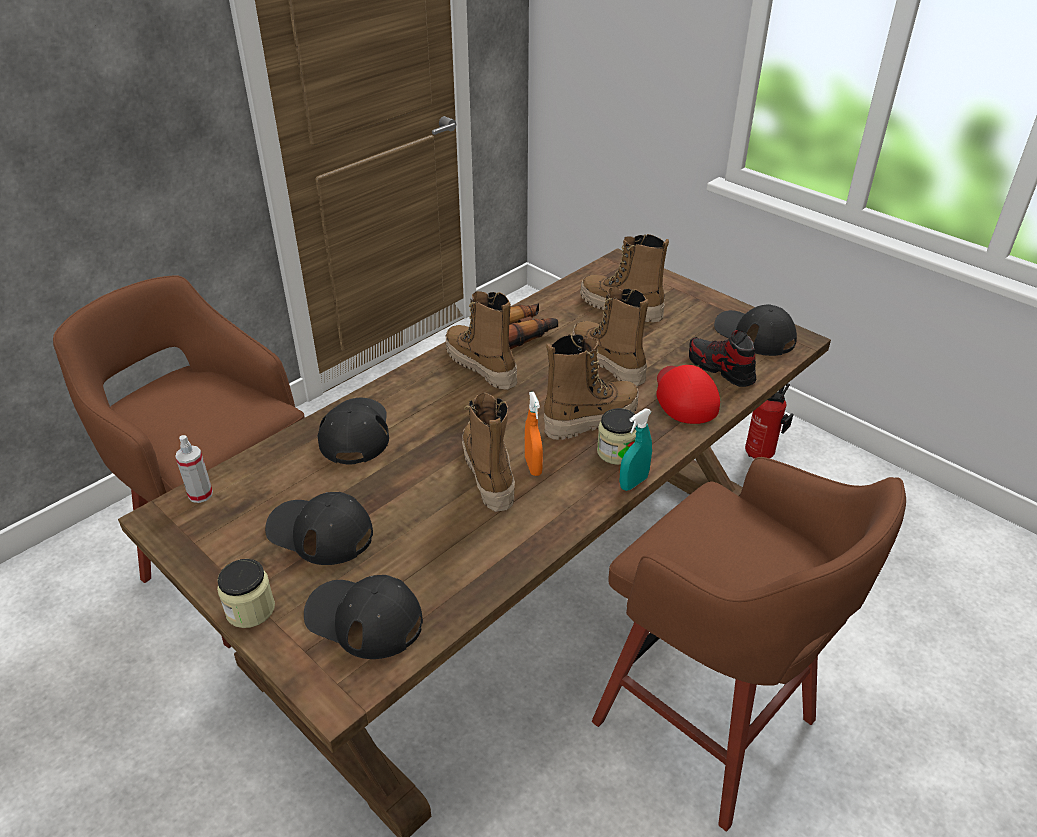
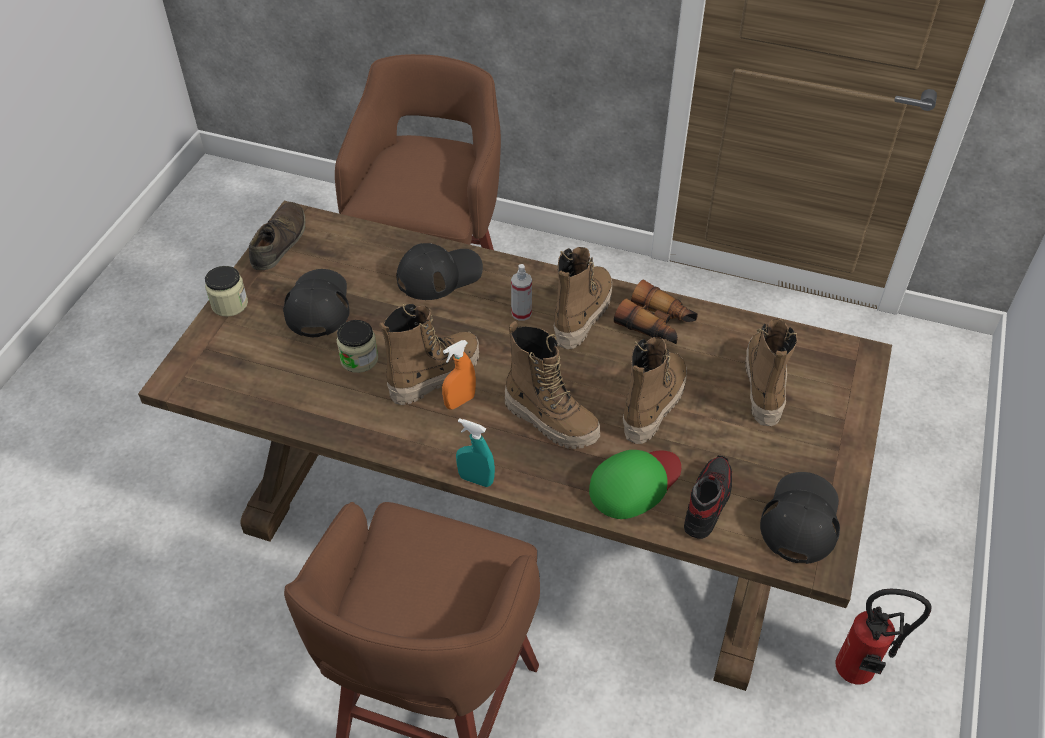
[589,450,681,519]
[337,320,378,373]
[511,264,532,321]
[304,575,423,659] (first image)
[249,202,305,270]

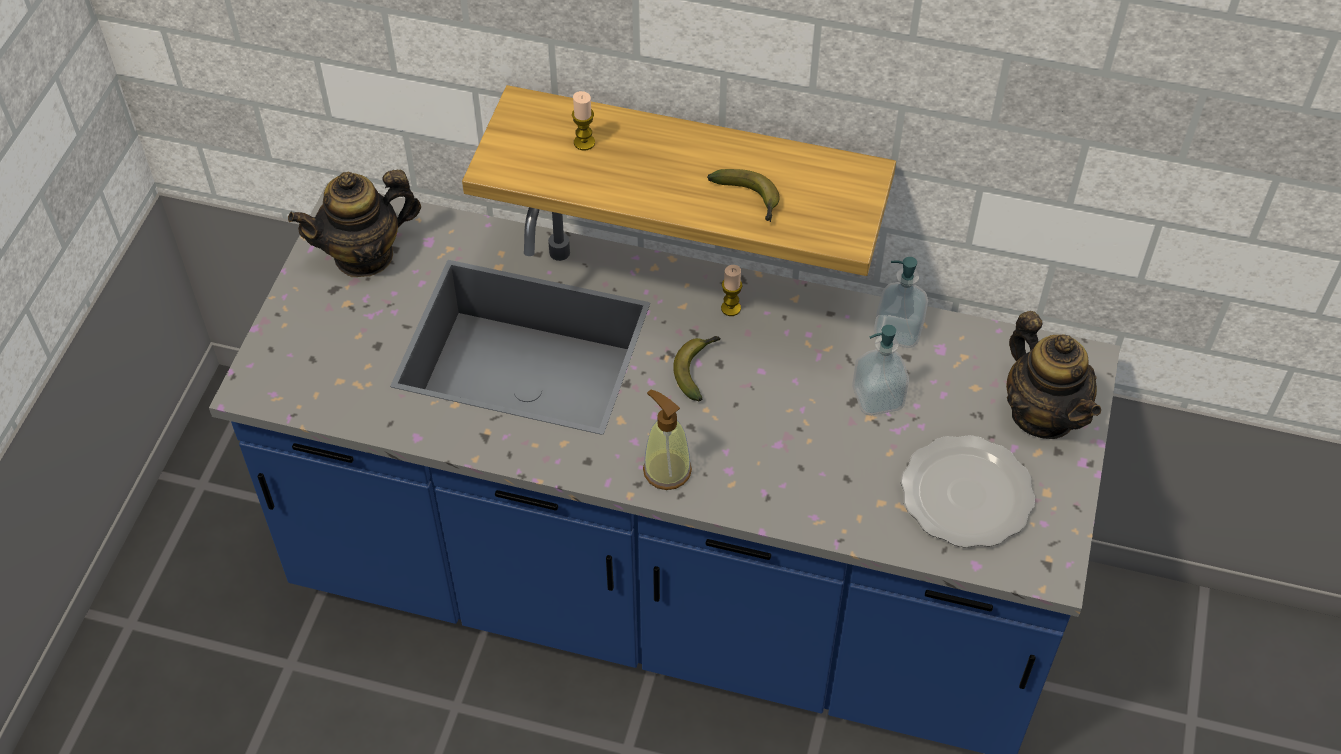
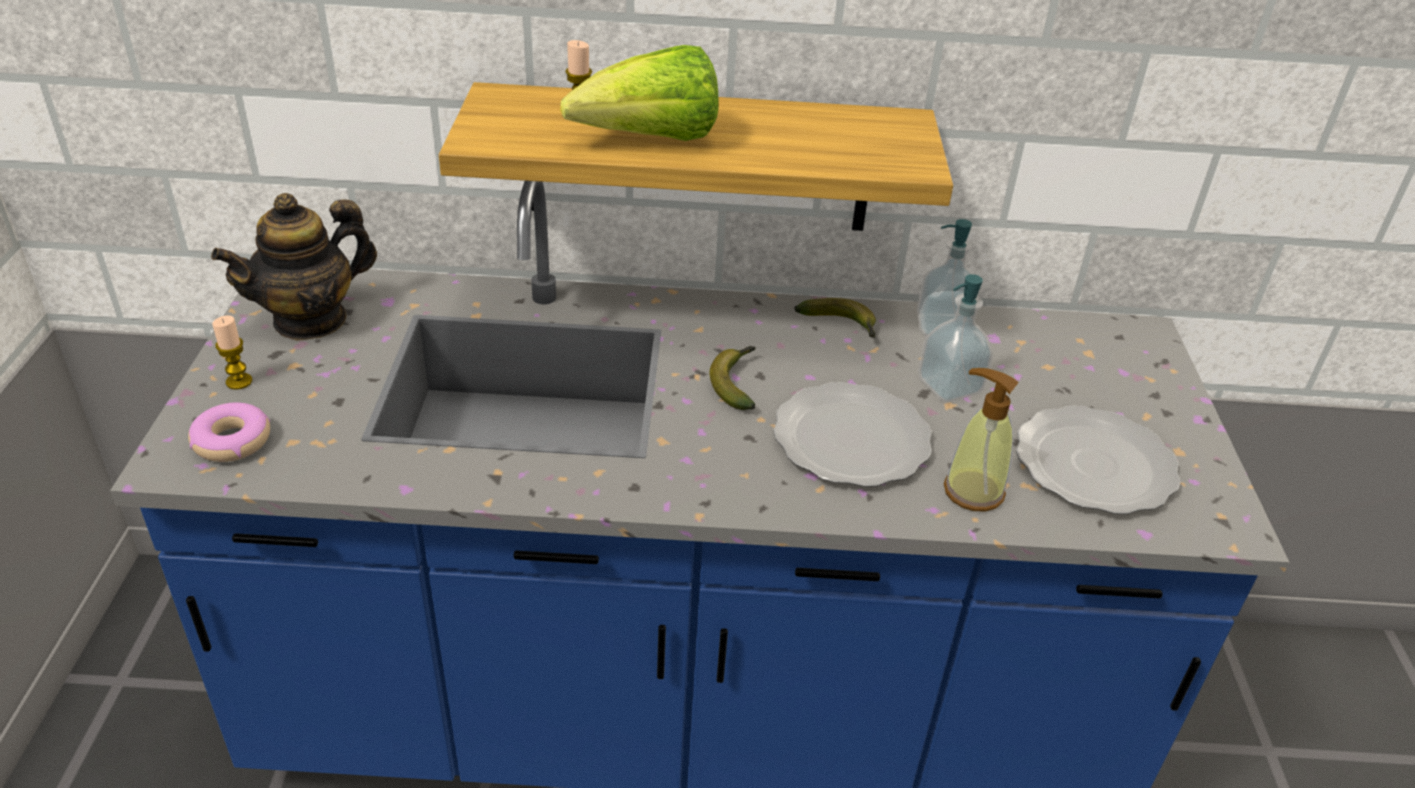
[795,298,876,338]
[212,315,252,390]
[1006,311,1101,439] (first image)
[944,368,1019,512]
[560,45,719,141]
[773,382,932,487]
[188,403,270,462]

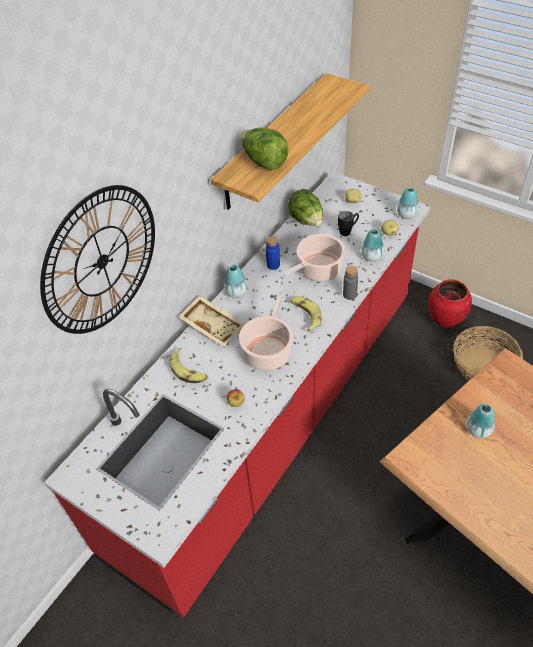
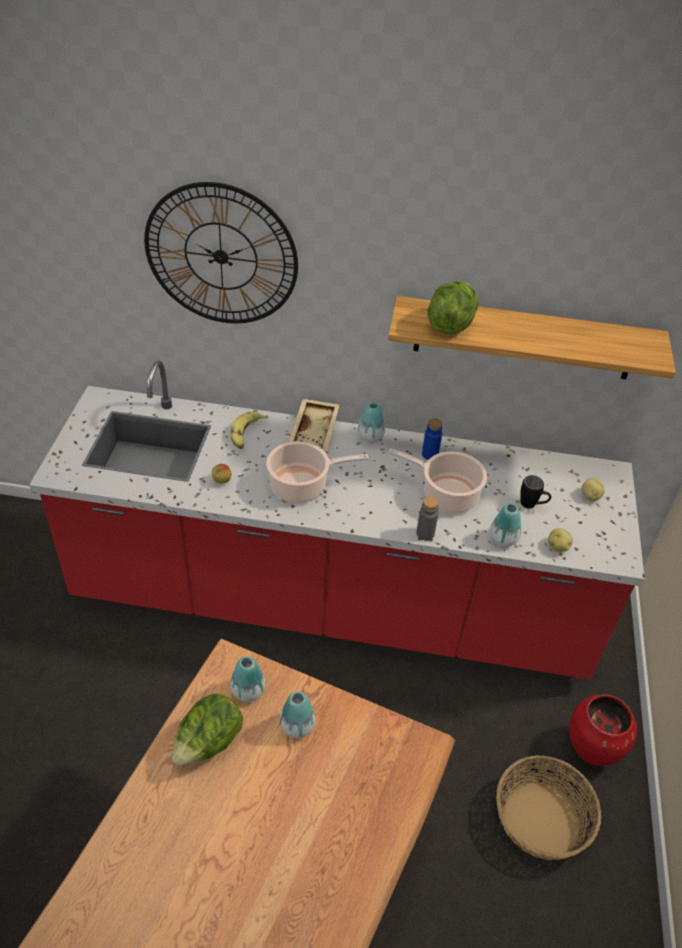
[230,656,265,702]
[172,694,243,766]
[290,297,322,332] (first image)

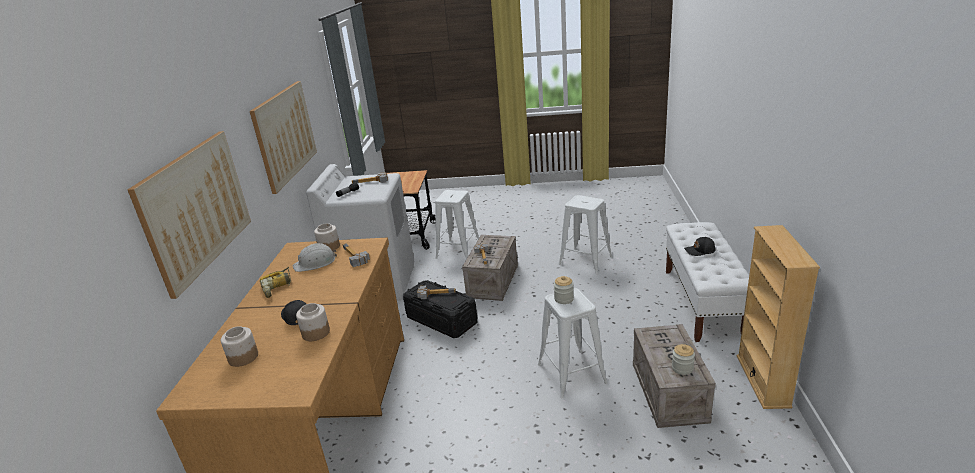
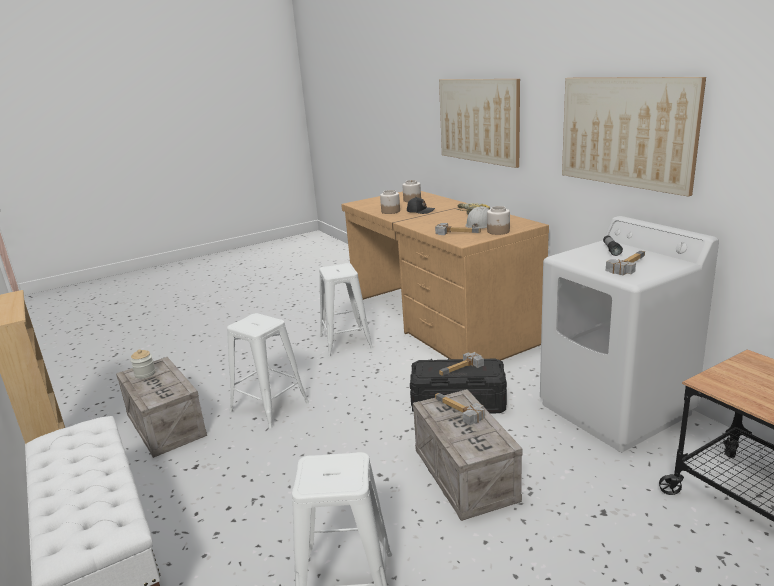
[319,263,373,357]
[684,237,715,256] (first image)
[554,276,574,304] (first image)

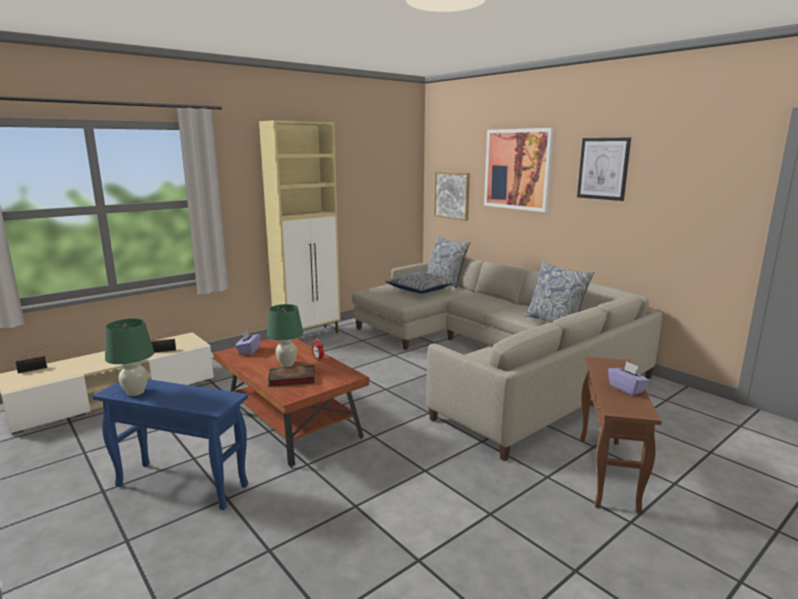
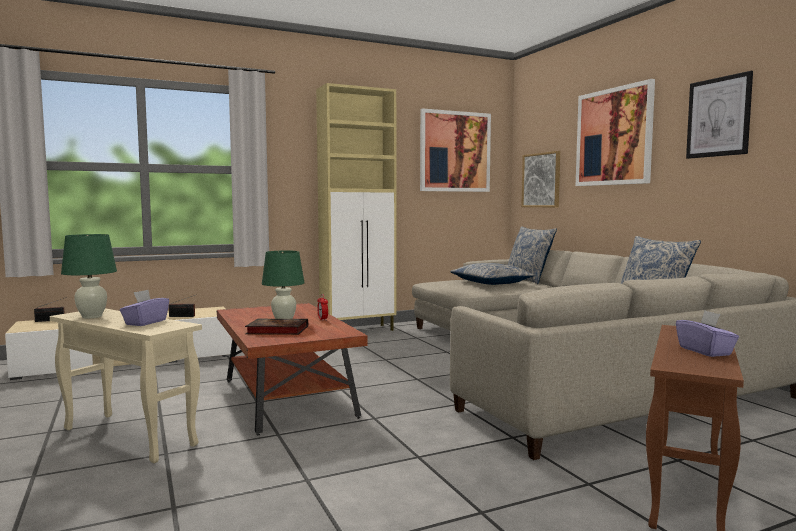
[120,290,169,326]
[50,308,202,463]
[420,108,491,192]

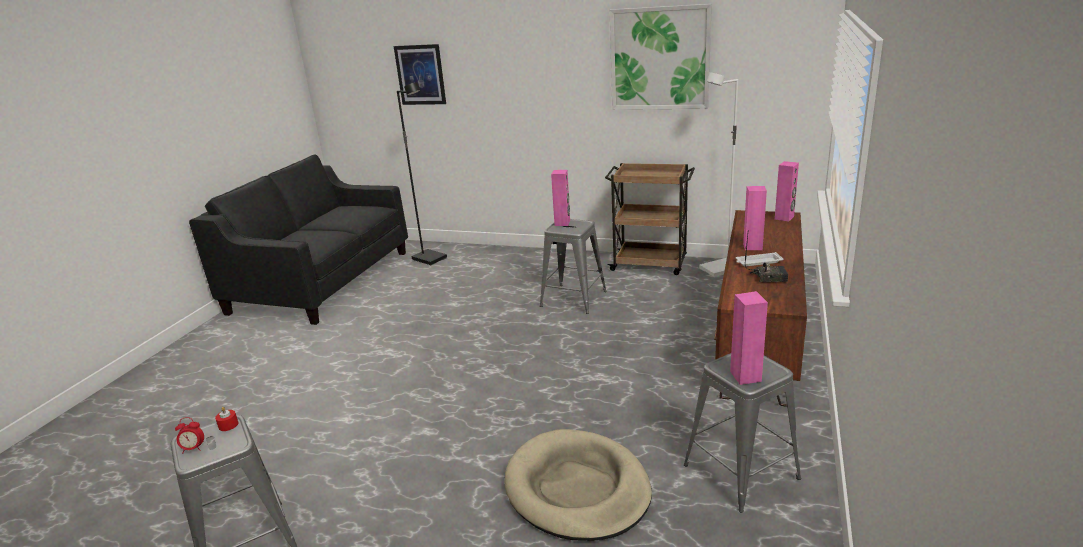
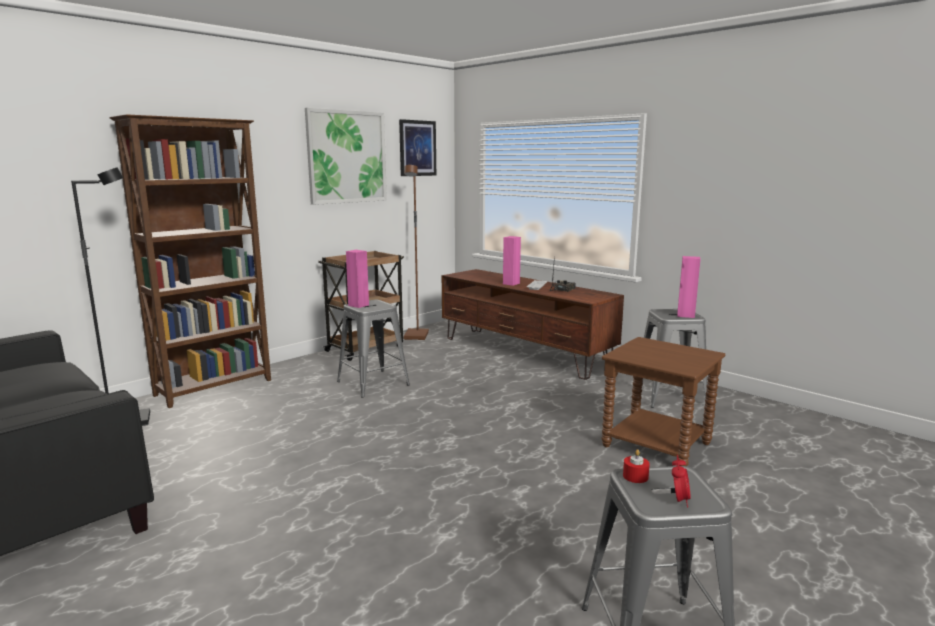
[399,119,436,176]
[404,165,429,340]
[775,161,799,222] (first image)
[602,337,725,466]
[109,114,271,408]

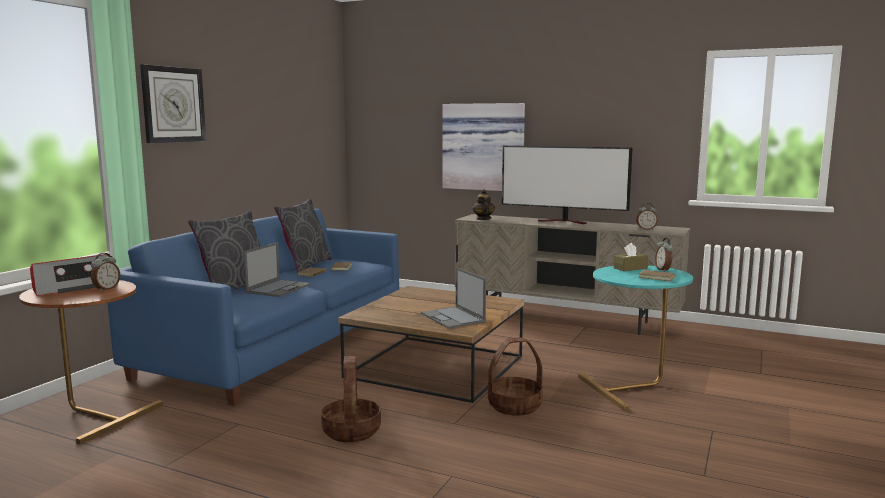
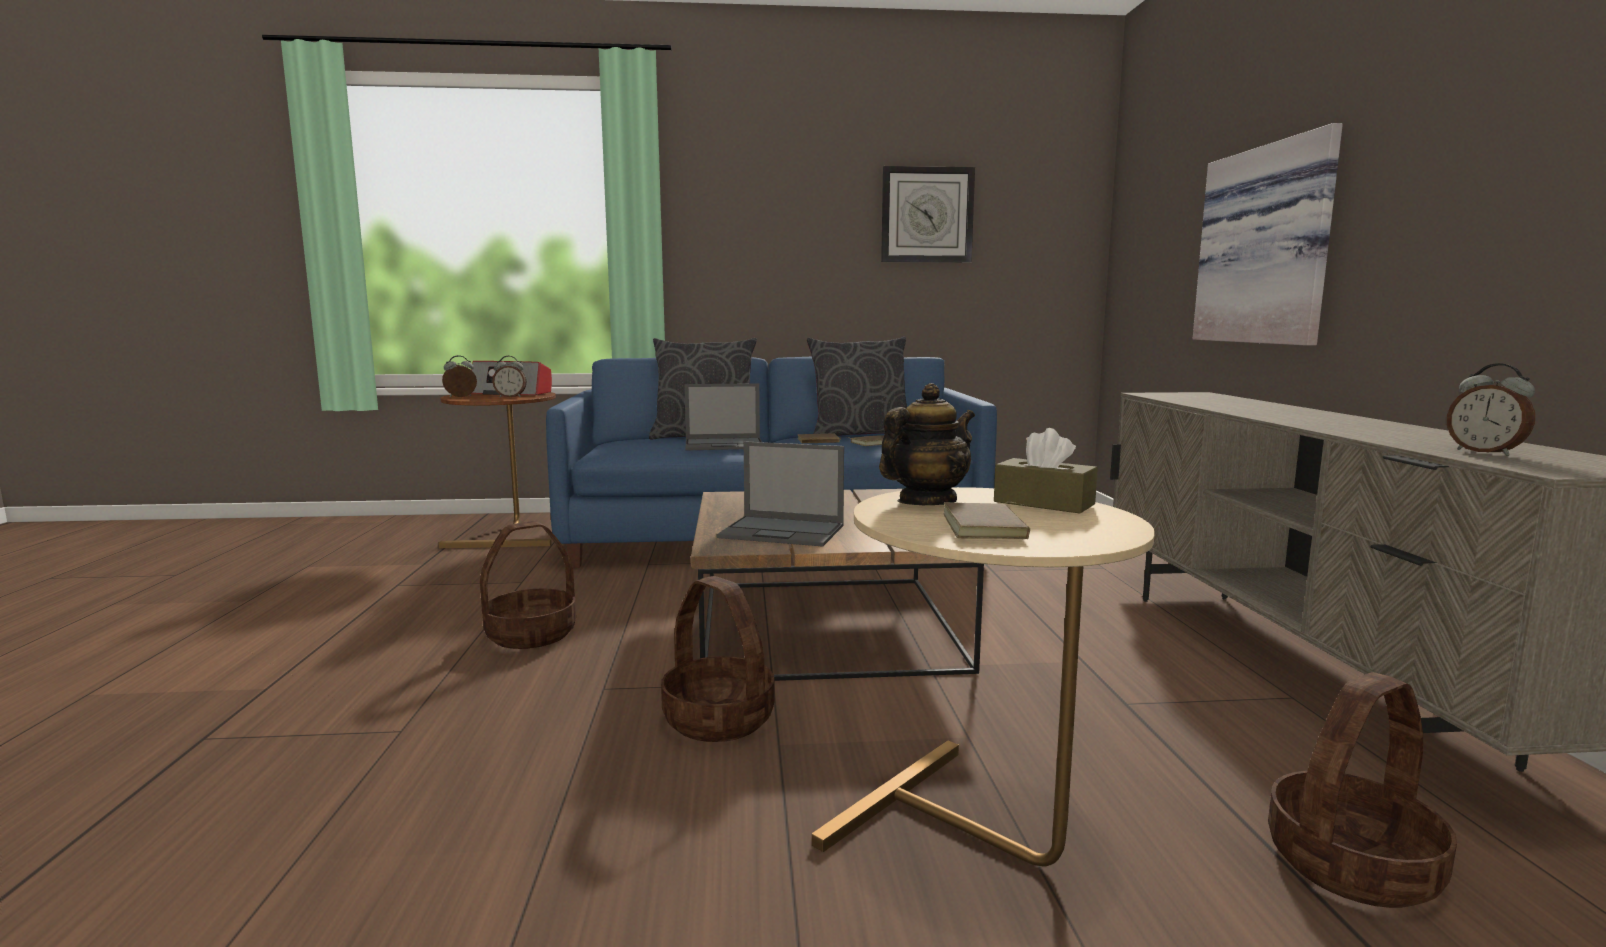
[881,166,975,263]
[502,146,633,224] (first image)
[879,383,975,505]
[442,355,477,397]
[812,487,1155,866]
[717,441,844,547]
[1268,672,1457,908]

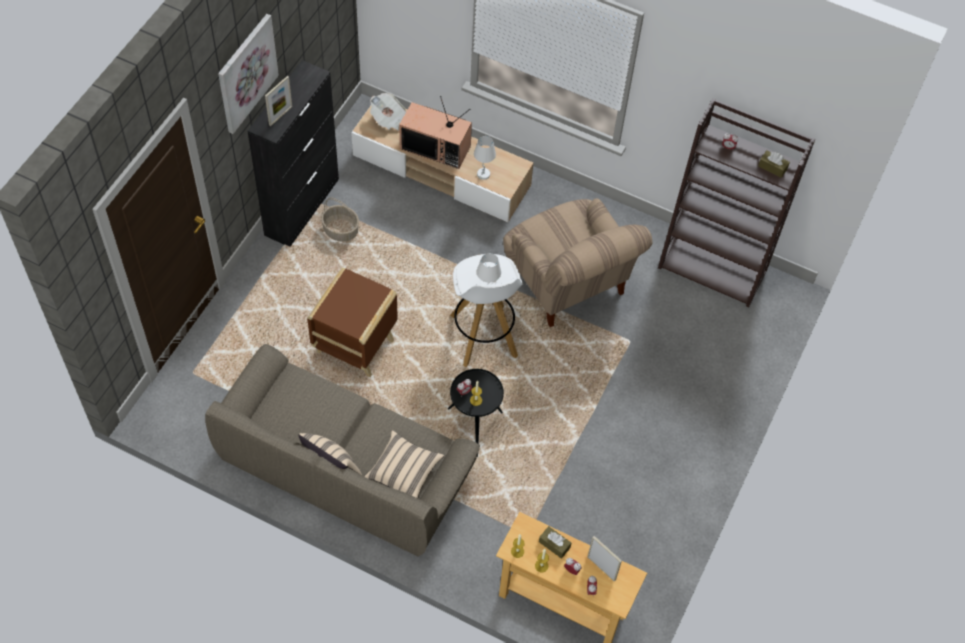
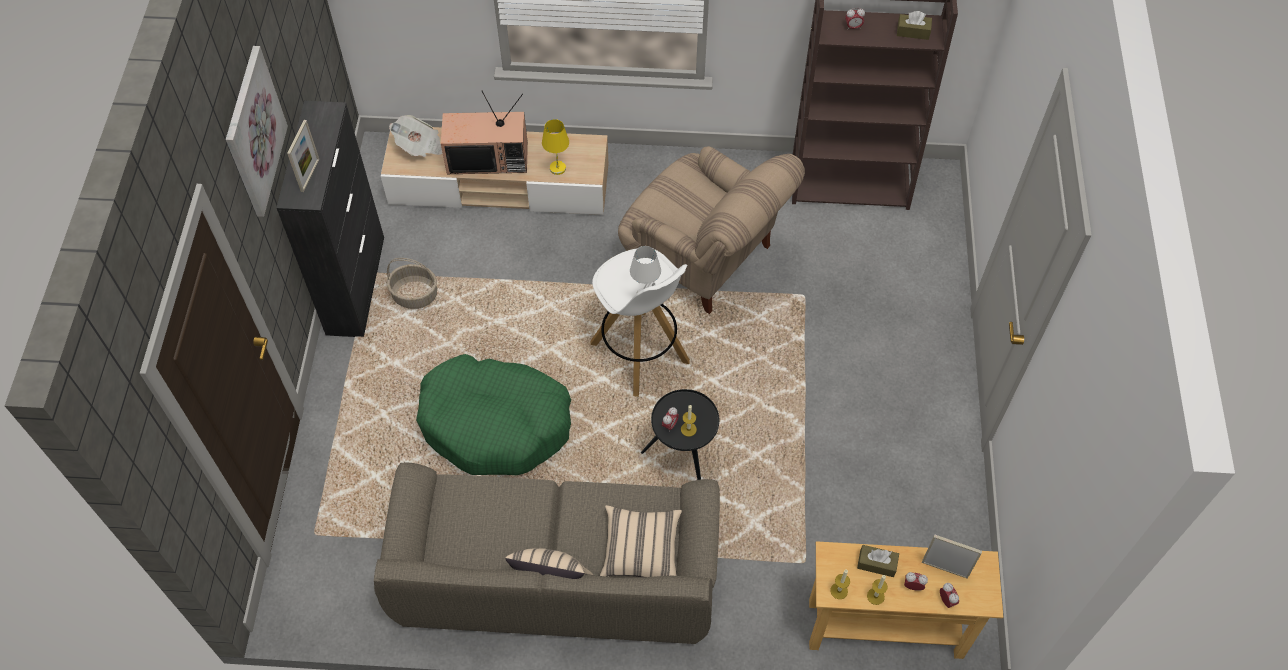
[542,119,569,175]
[416,354,571,475]

